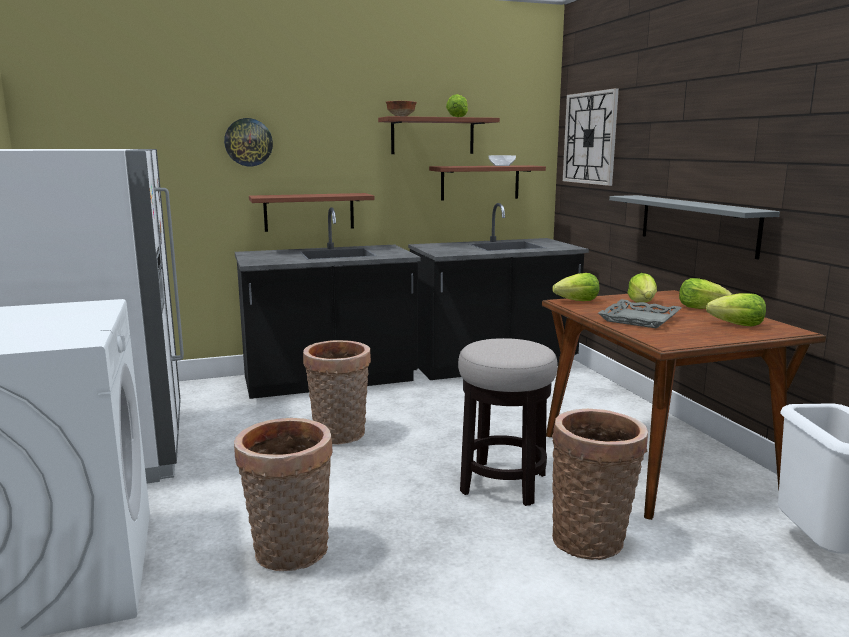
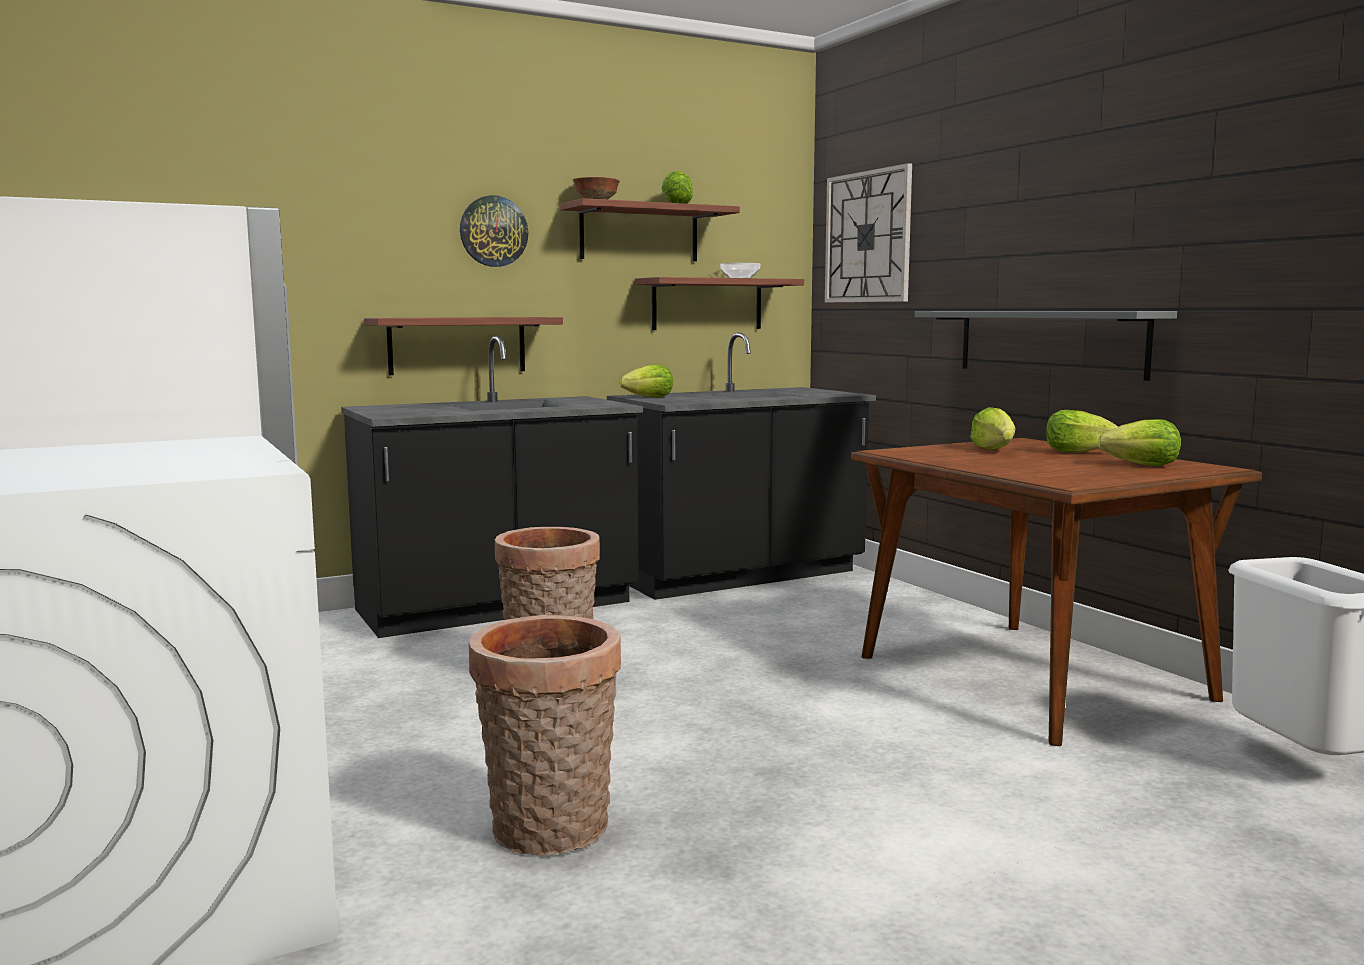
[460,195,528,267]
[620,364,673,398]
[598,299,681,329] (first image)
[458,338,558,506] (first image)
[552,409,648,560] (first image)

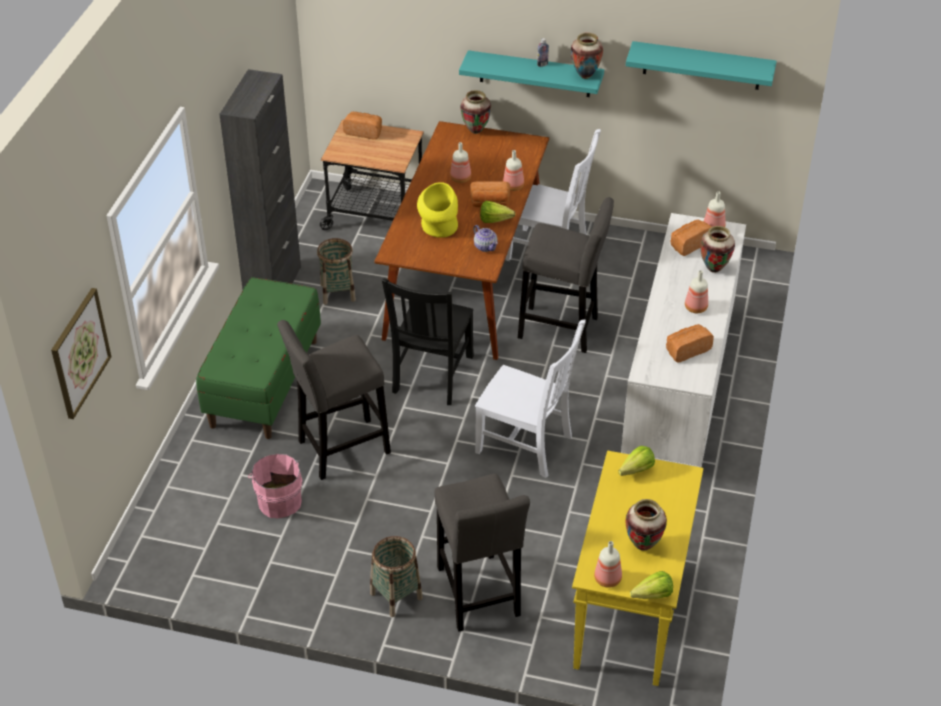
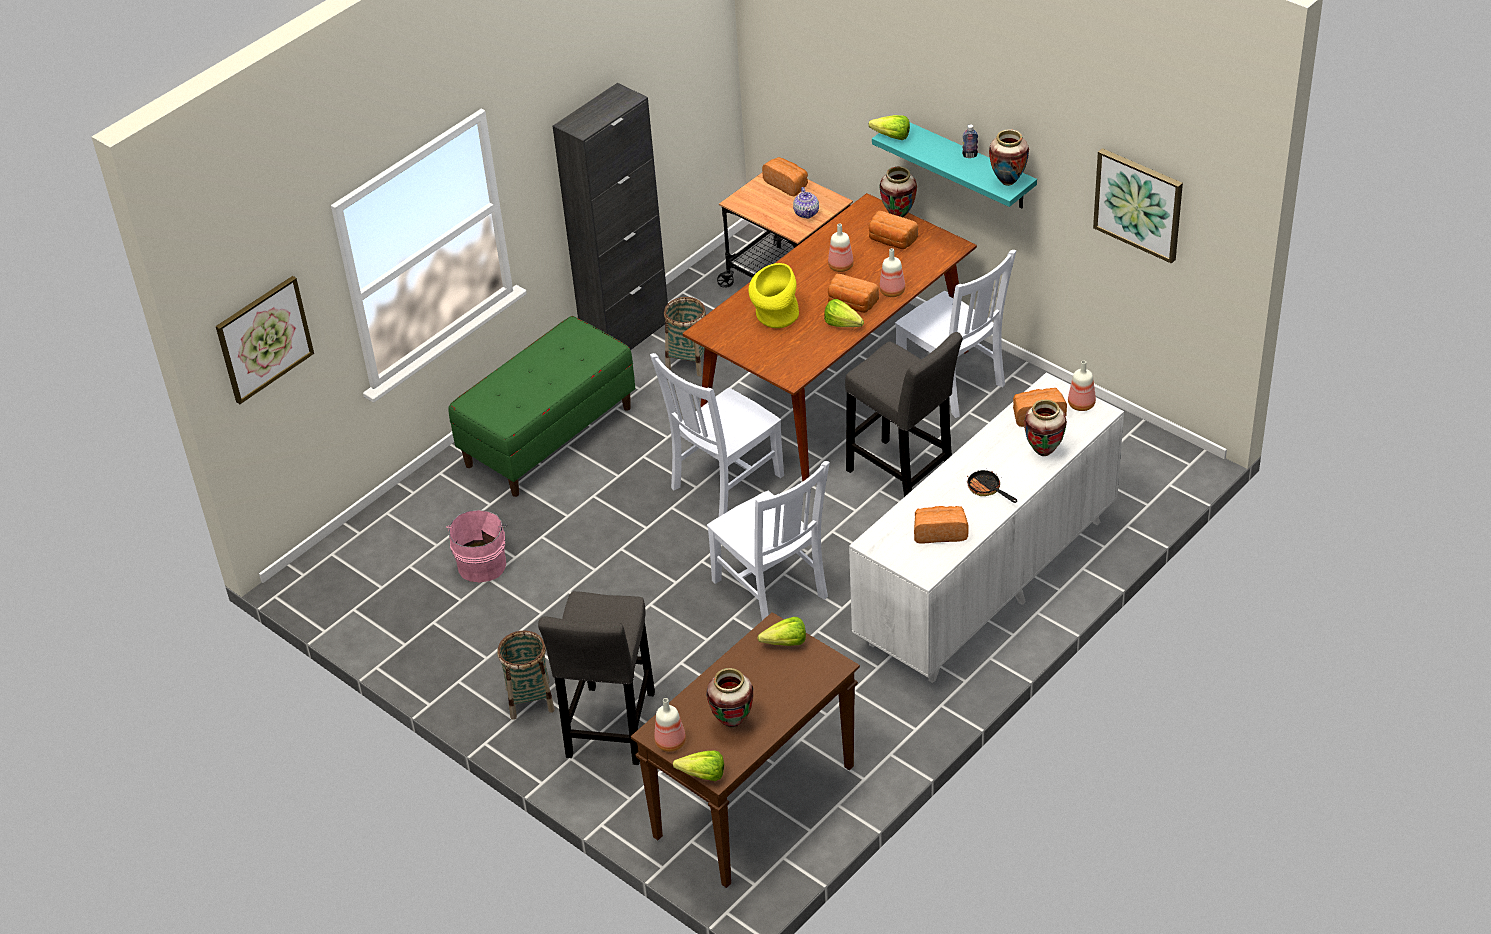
[1093,148,1183,264]
[793,187,819,219]
[967,470,1017,503]
[650,353,784,517]
[277,320,391,480] (first image)
[631,612,860,888]
[869,115,910,140]
[869,211,918,249]

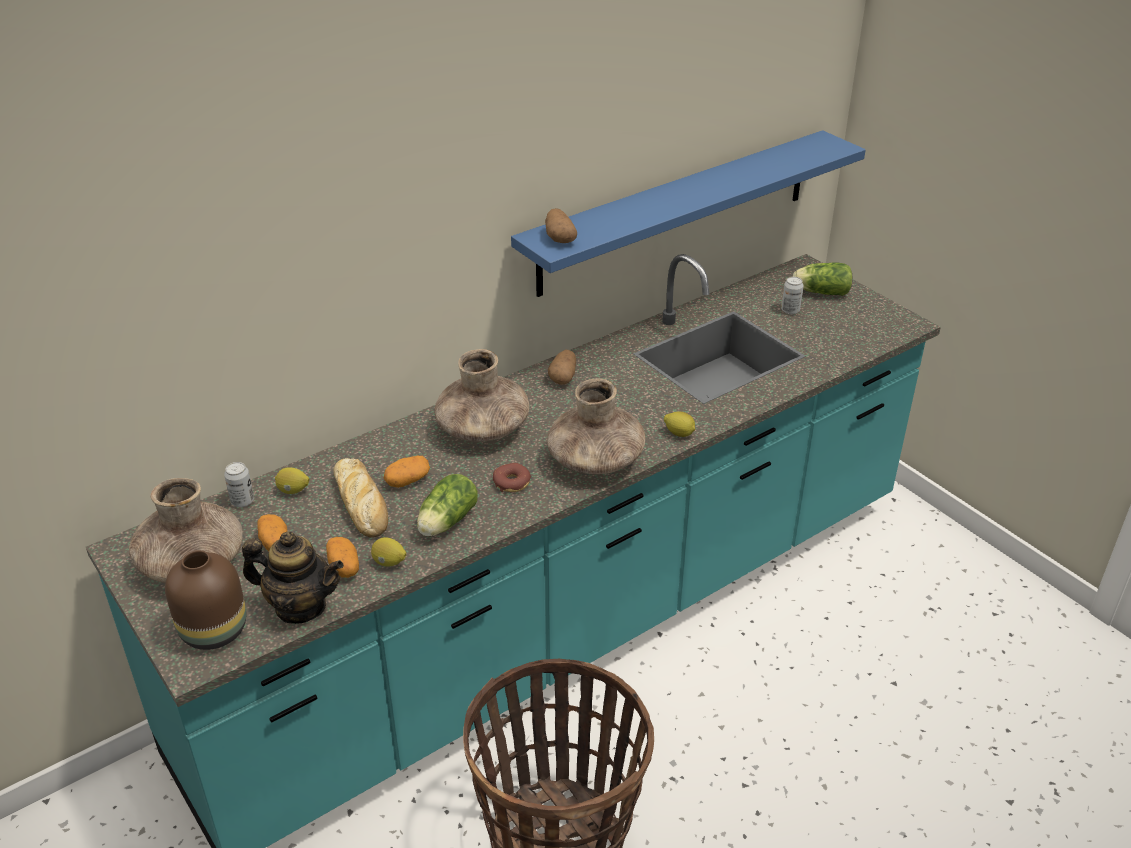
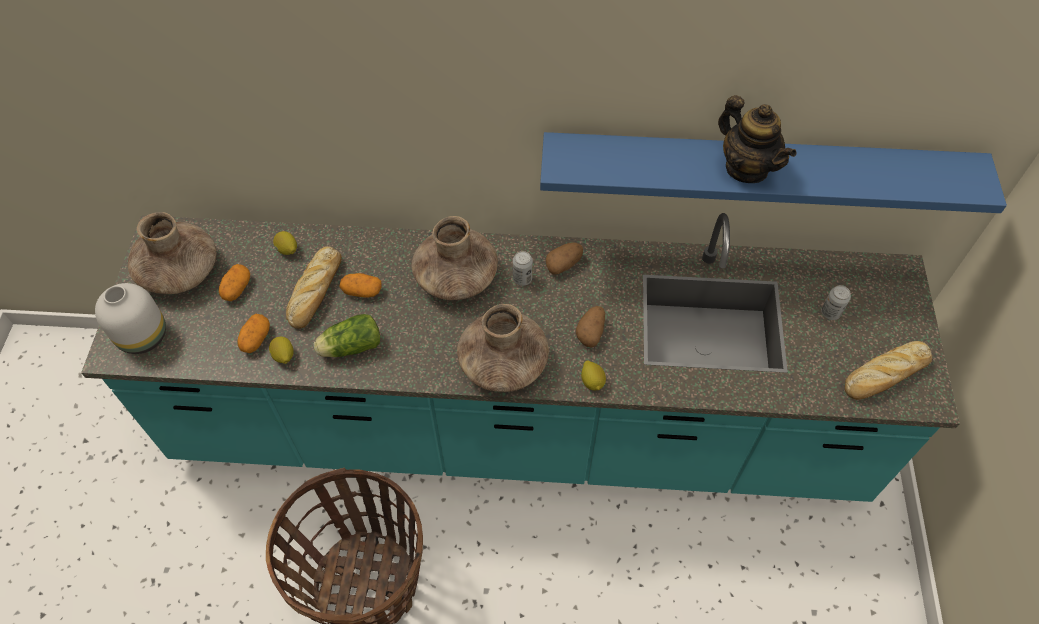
[576,306,605,348]
[793,263,852,296] (first image)
[513,251,533,286]
[493,463,531,492] (first image)
[718,95,797,183]
[95,283,166,354]
[845,341,932,400]

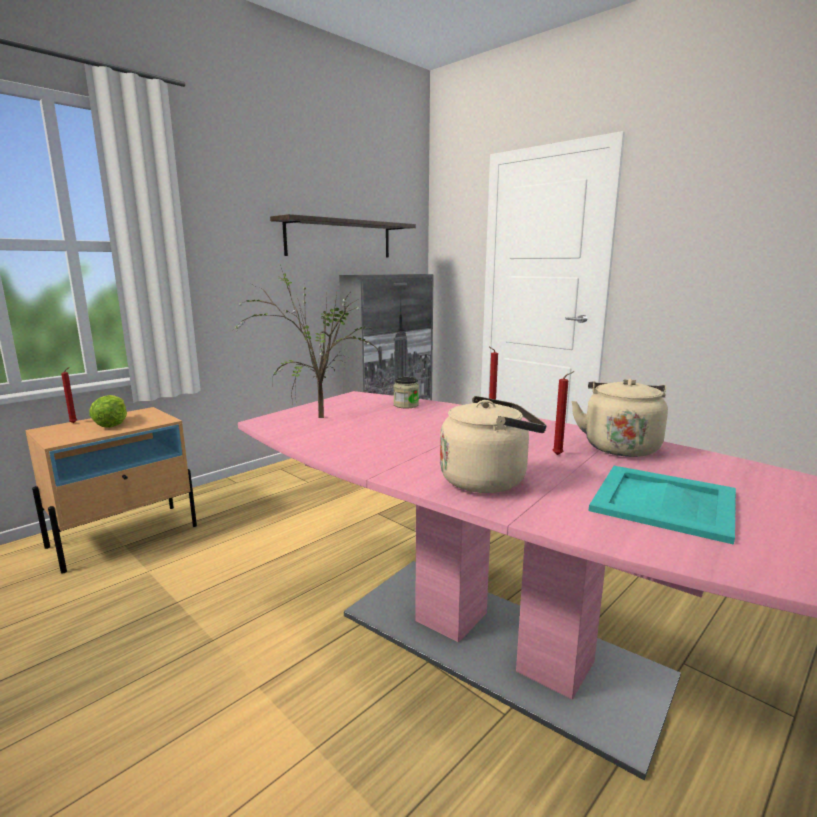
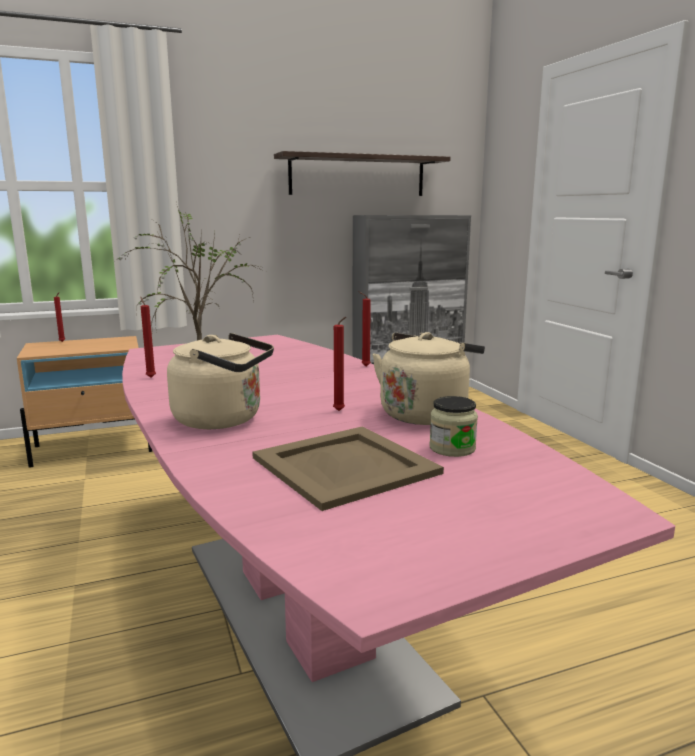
[429,396,478,457]
[89,395,127,428] (first image)
[252,426,444,511]
[140,297,156,378]

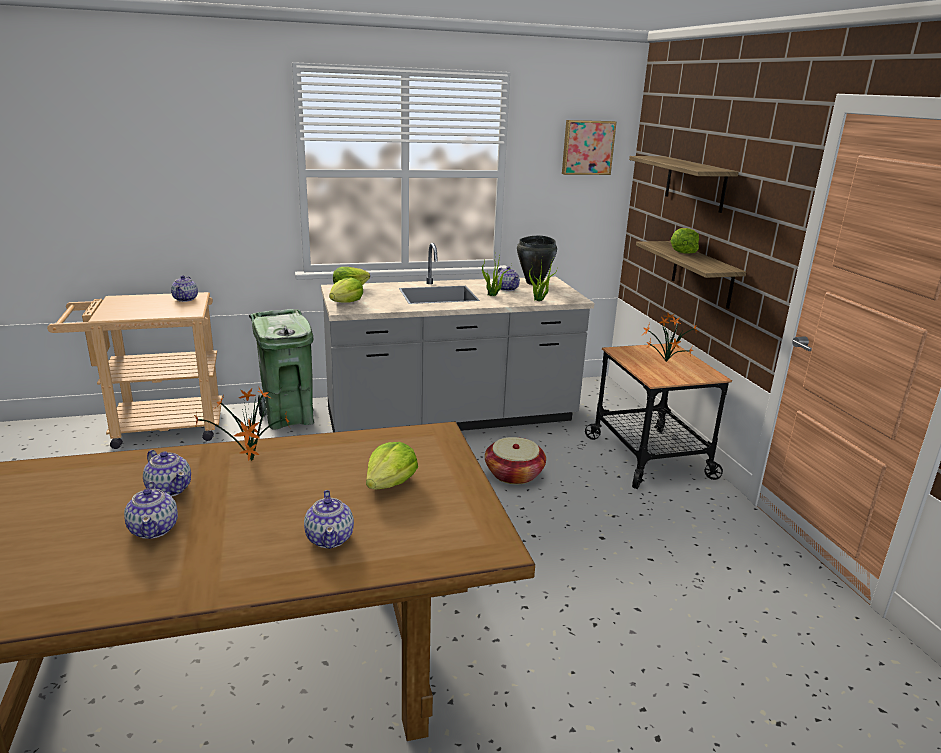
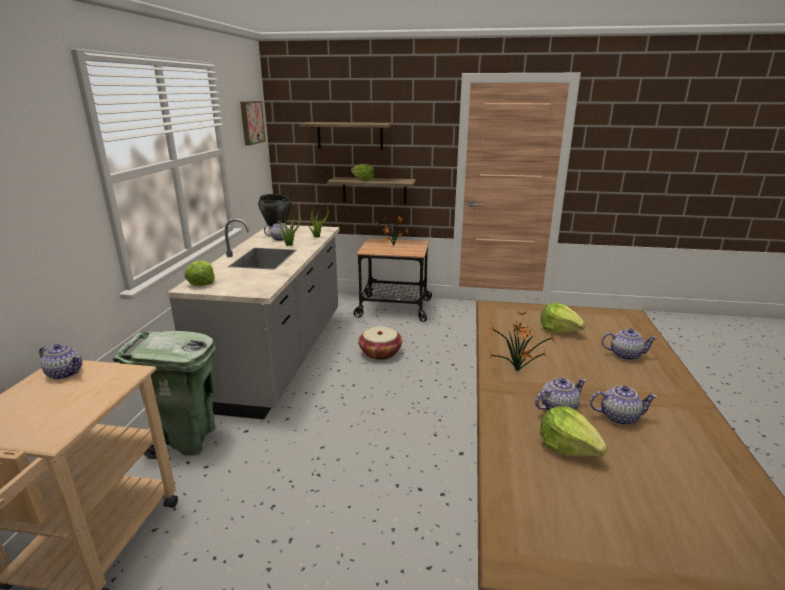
[540,406,607,456]

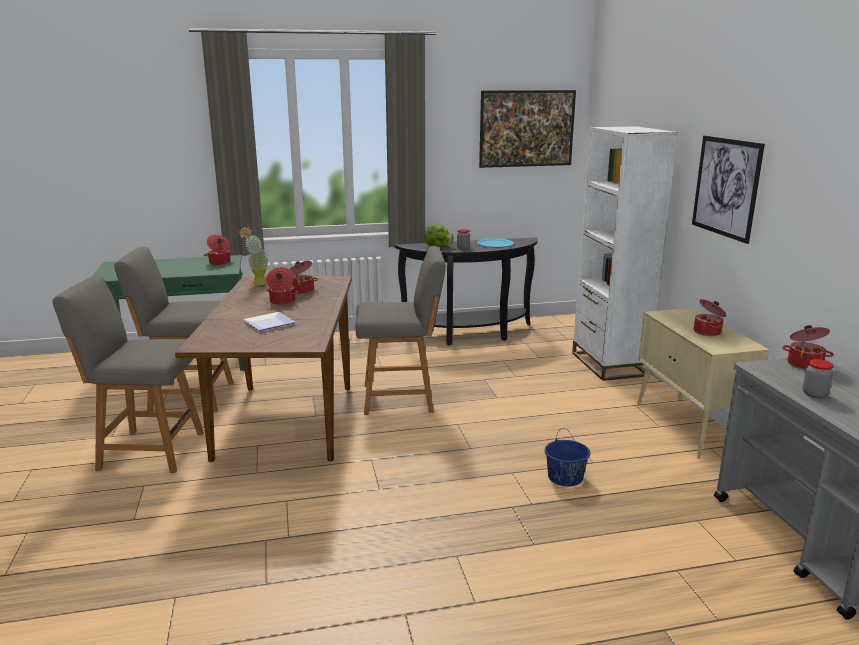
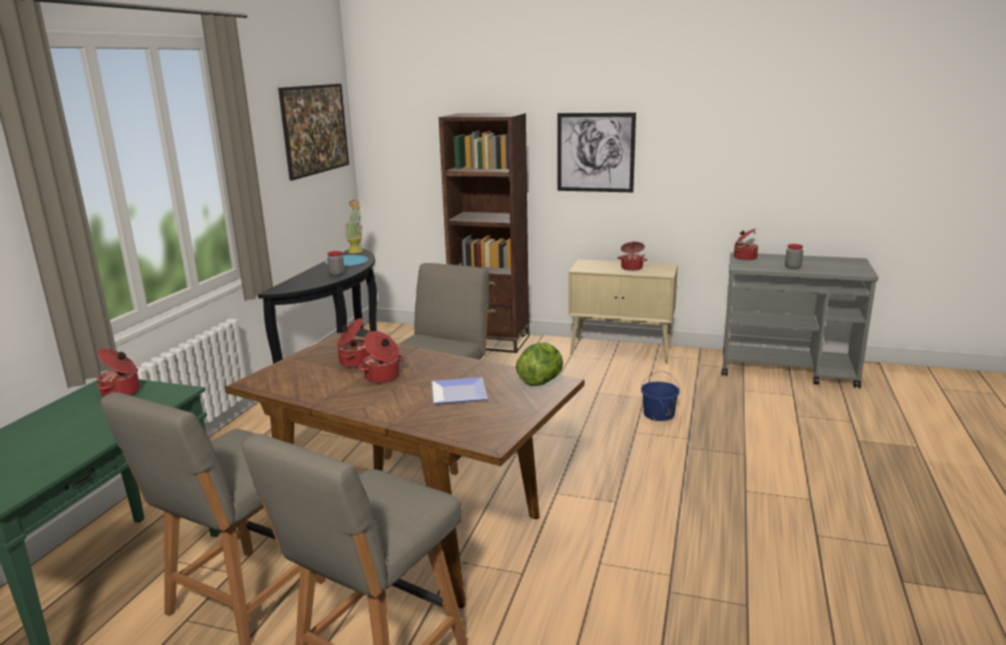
[439,113,529,353]
[516,342,563,386]
[344,200,362,253]

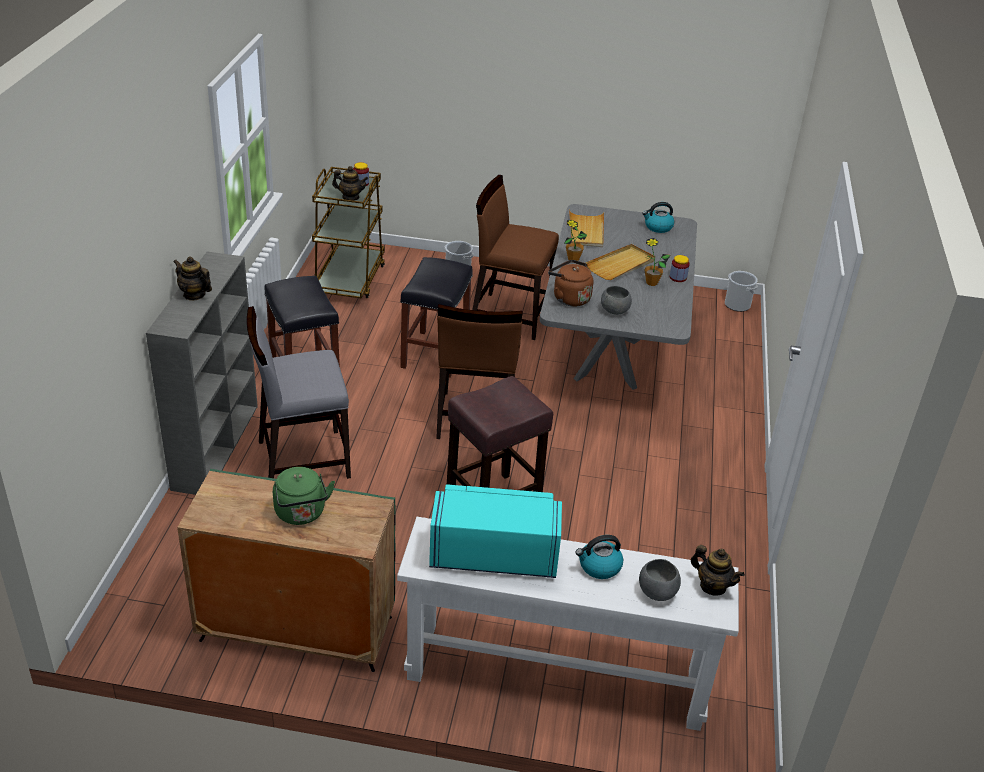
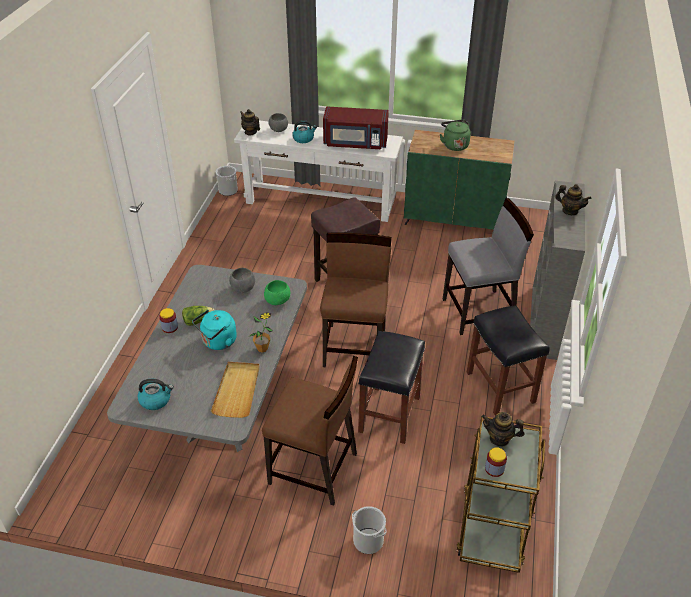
[182,306,215,326]
[192,310,237,350]
[264,280,290,305]
[216,166,238,196]
[323,106,389,149]

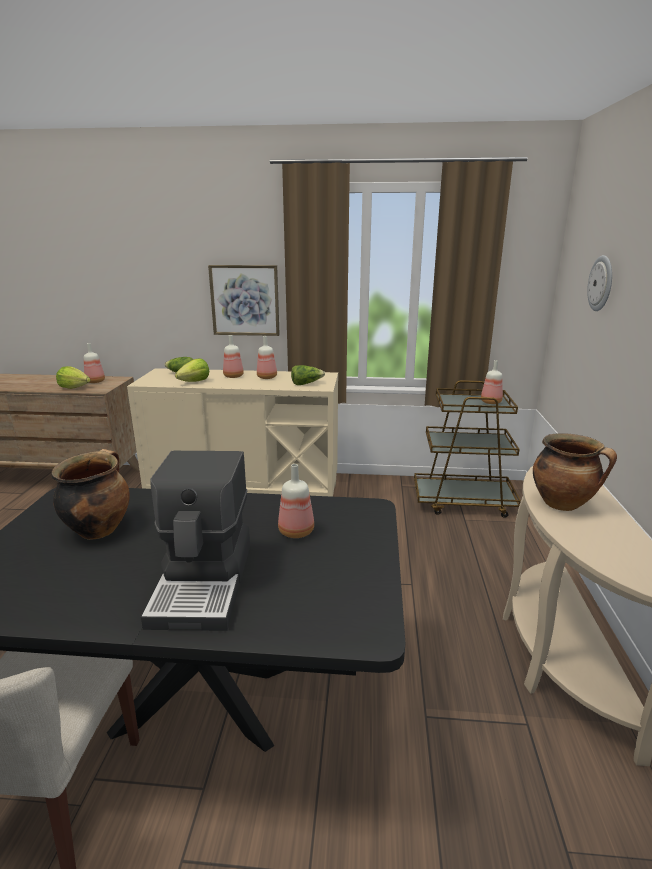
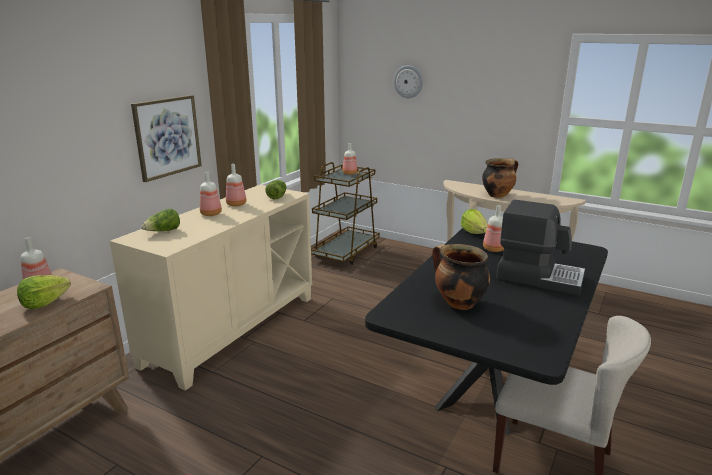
[461,209,488,234]

